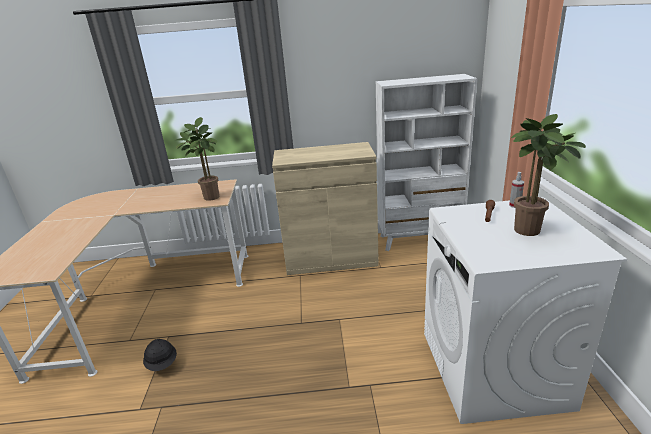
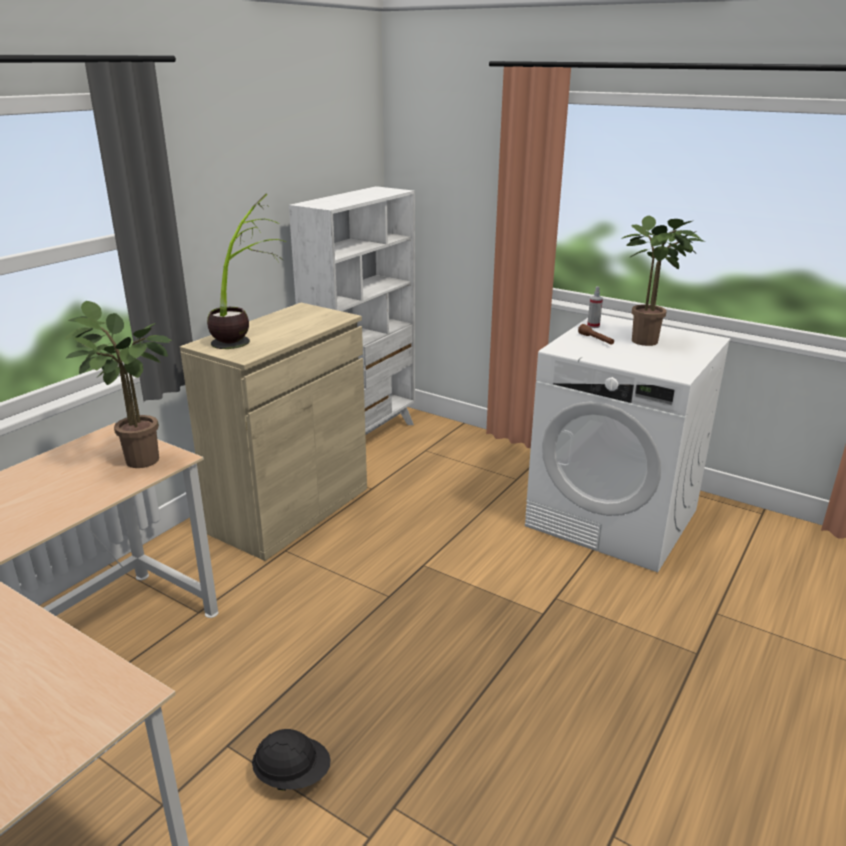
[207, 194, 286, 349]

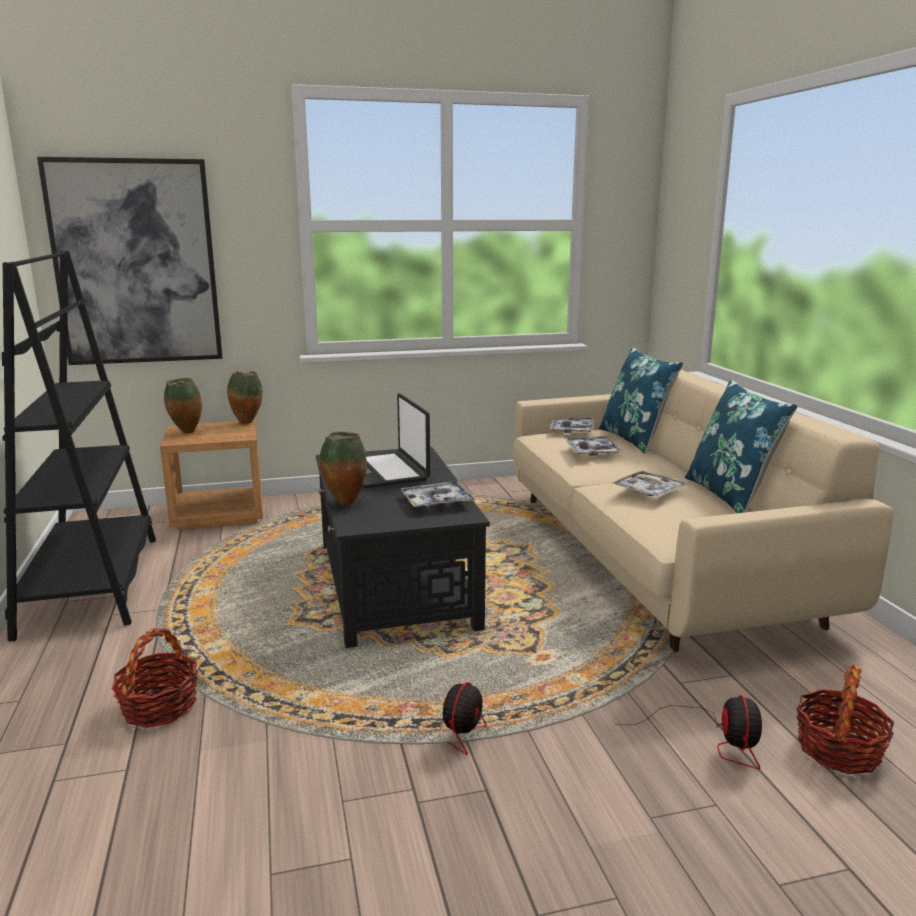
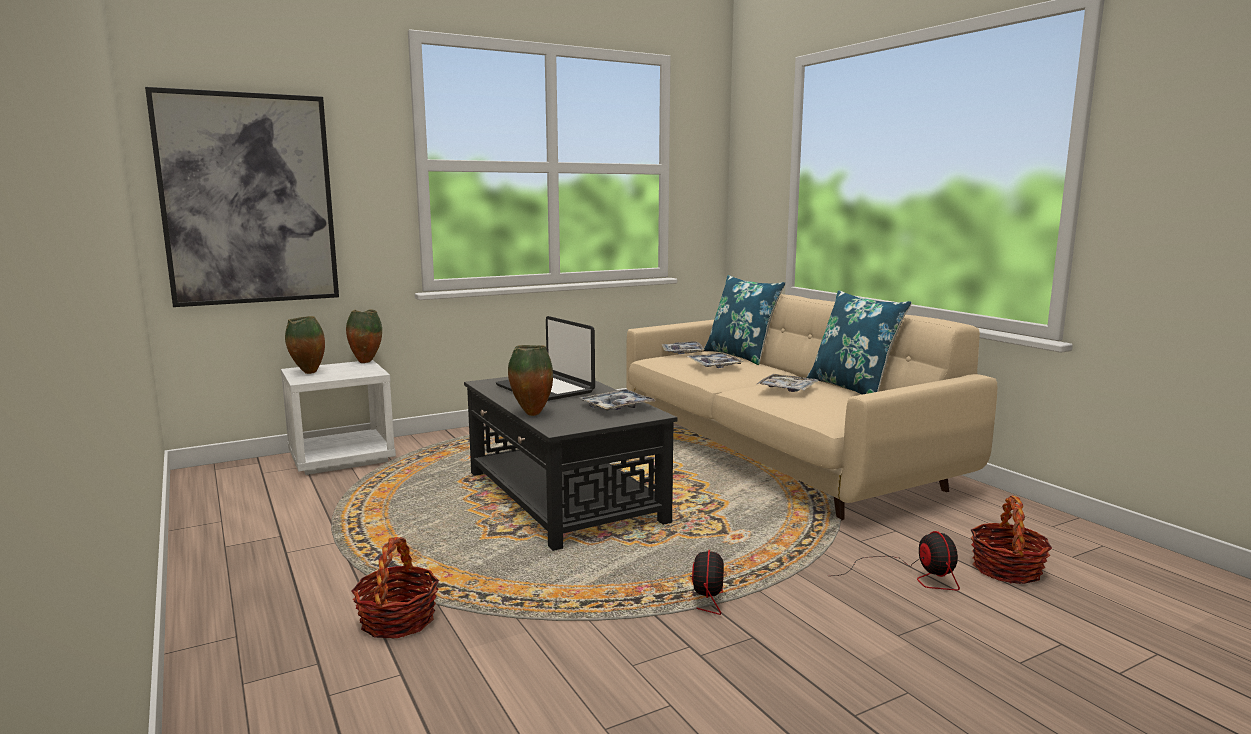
[281, 360, 396, 475]
[2, 251, 156, 641] (first image)

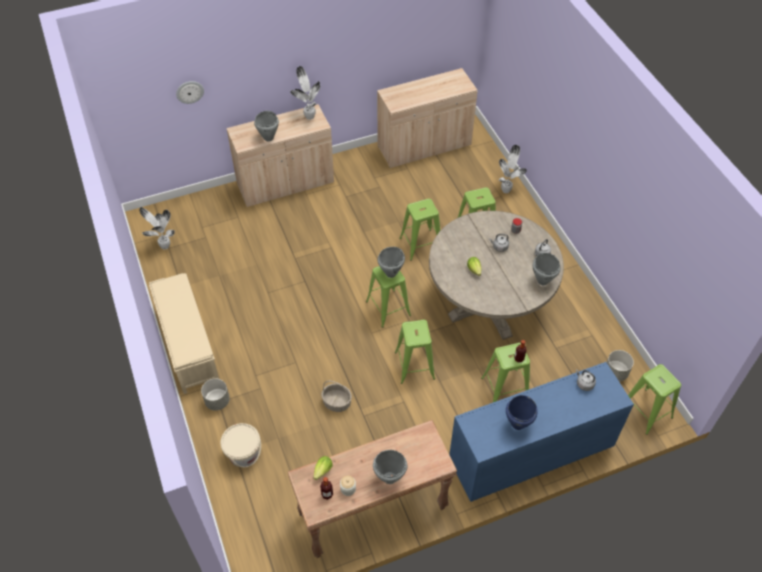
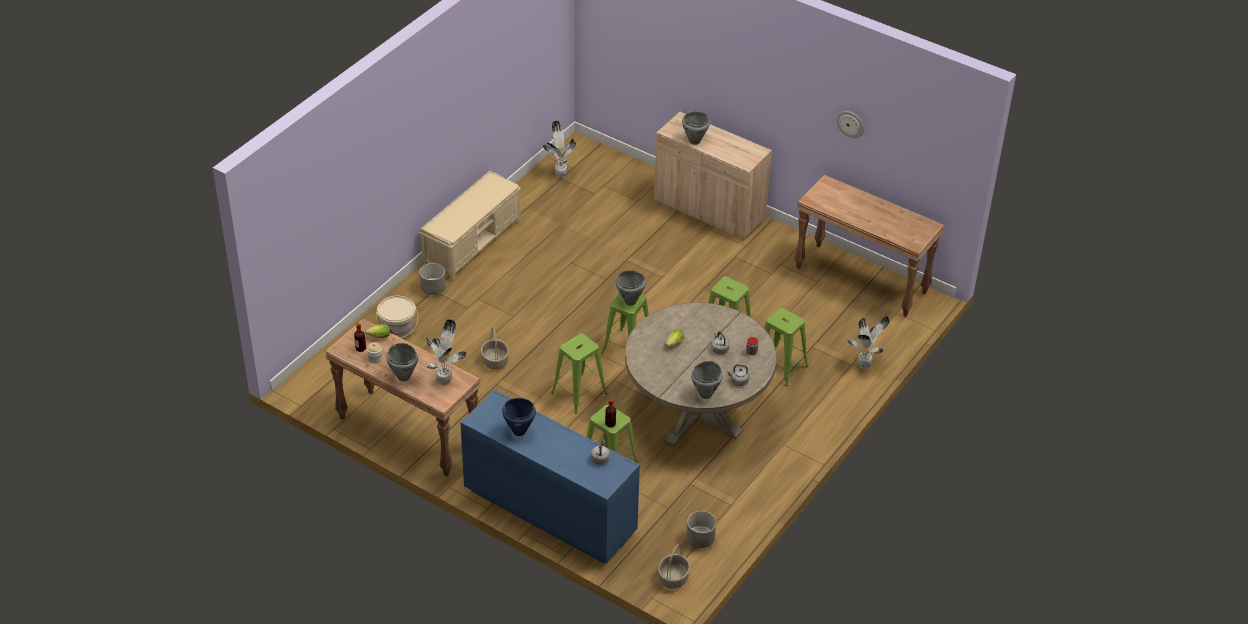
[426, 319, 466, 385]
[658, 544, 690, 589]
[794, 175, 944, 317]
[836, 111, 864, 138]

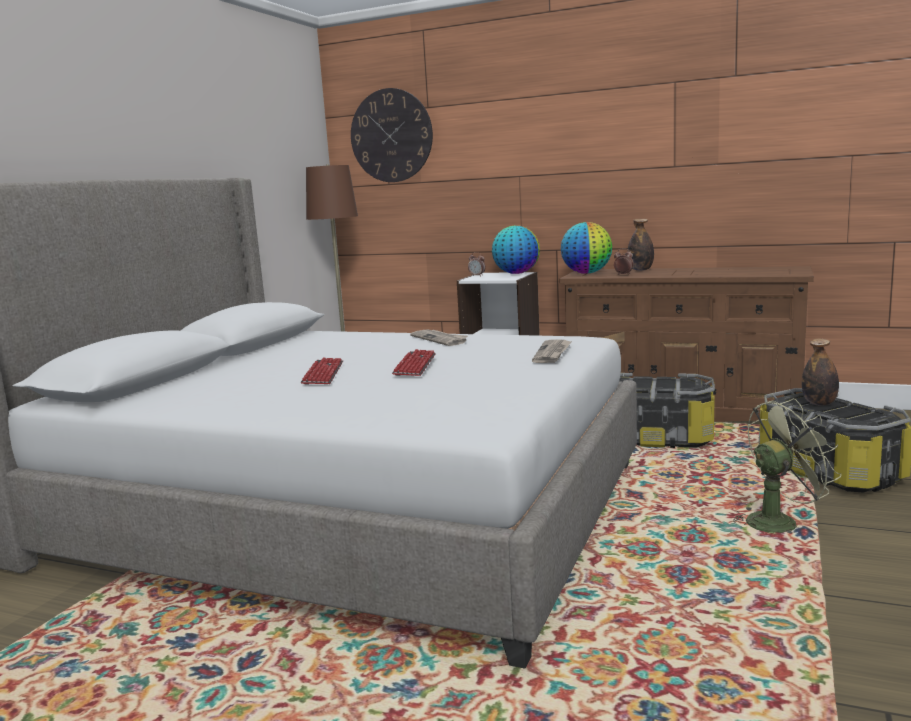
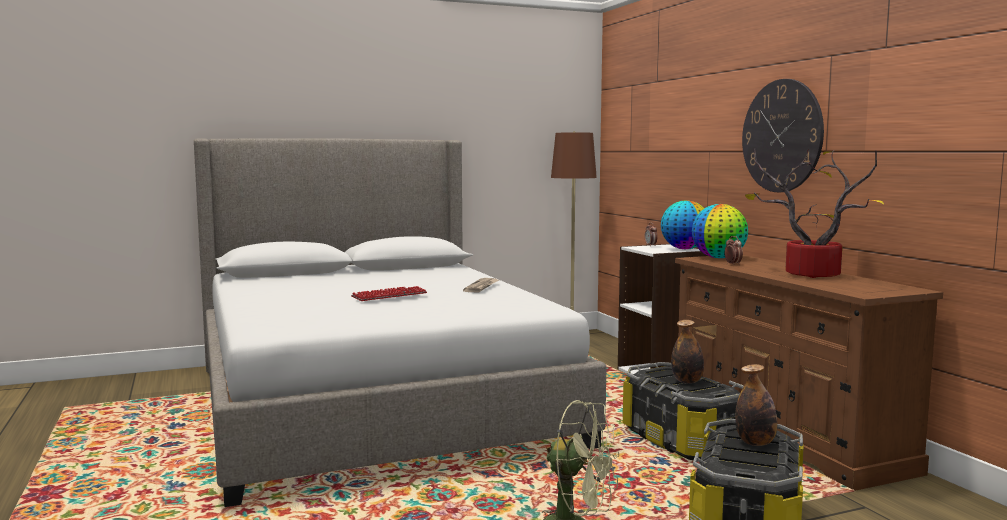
[671, 320, 704, 384]
[742, 79, 824, 192]
[745, 148, 884, 278]
[301, 357, 343, 385] (first image)
[532, 339, 572, 363] (first image)

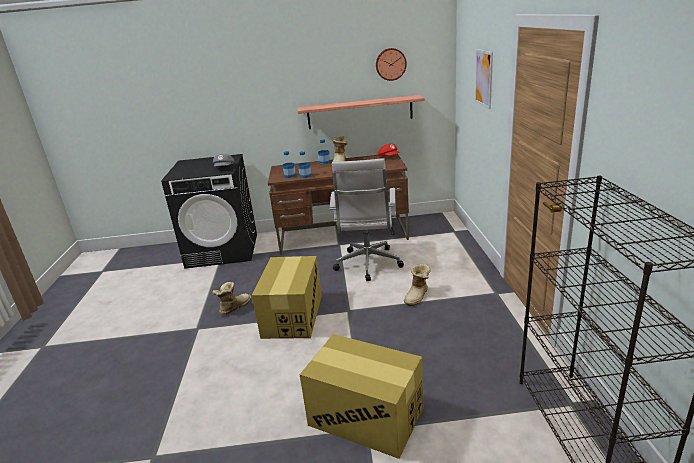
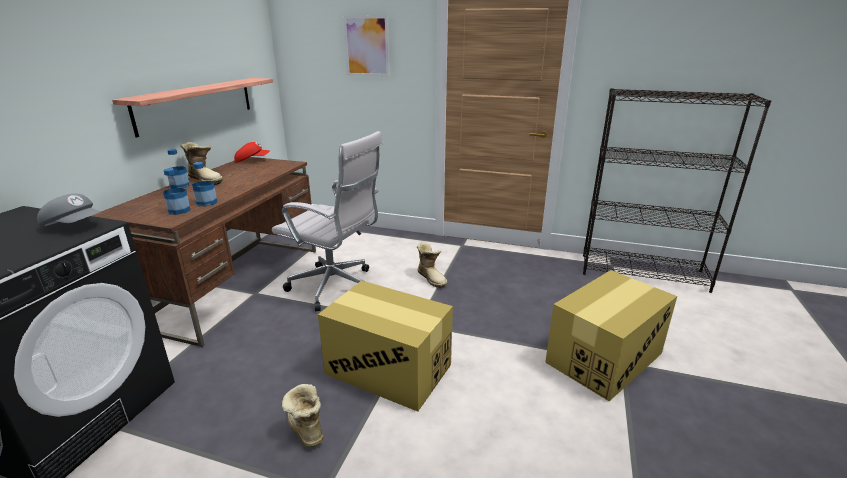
[376, 48, 407, 81] (first image)

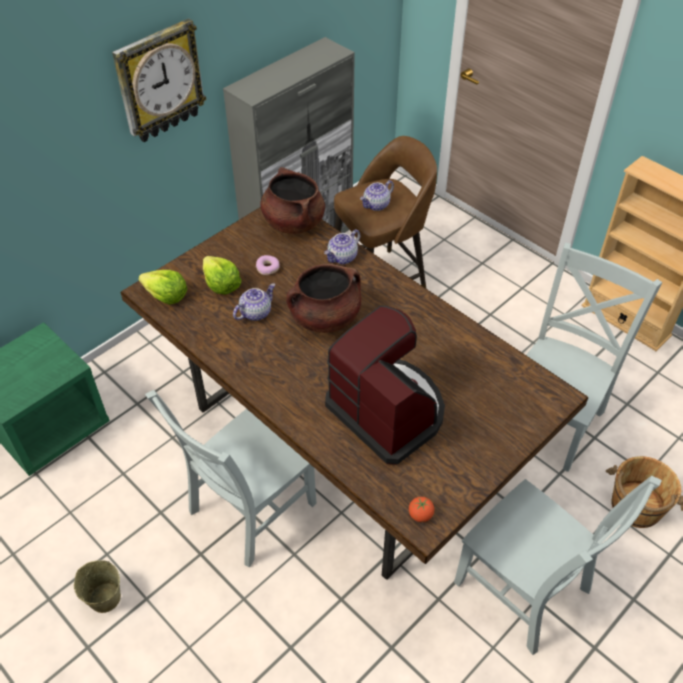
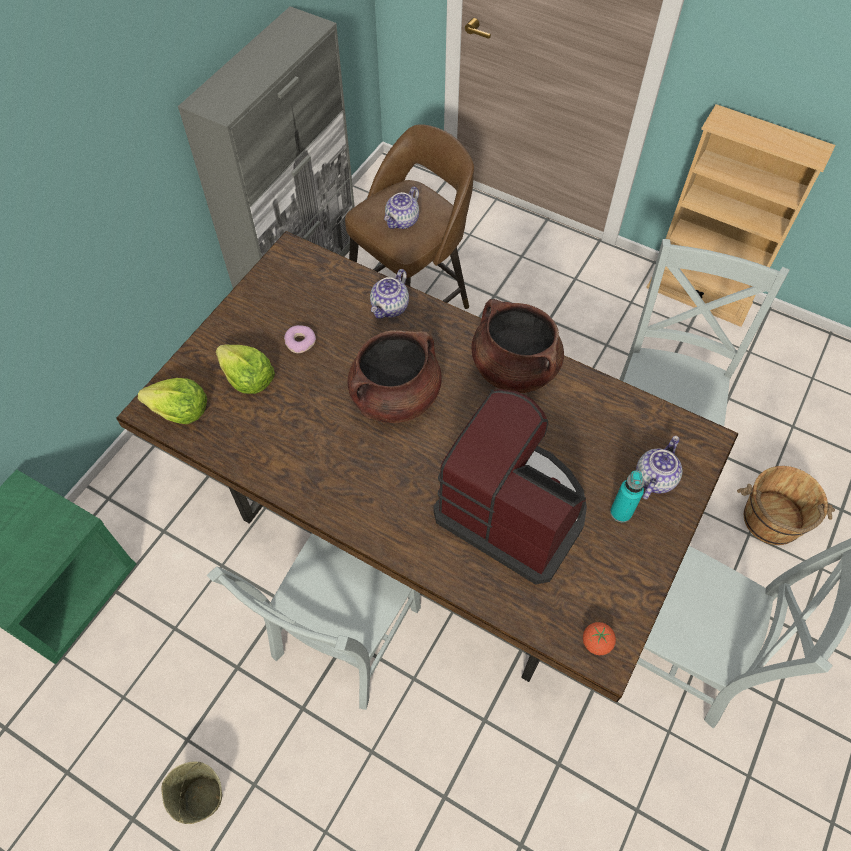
[471, 299, 564, 393]
[610, 470, 645, 522]
[636, 436, 683, 500]
[112, 18, 206, 142] (first image)

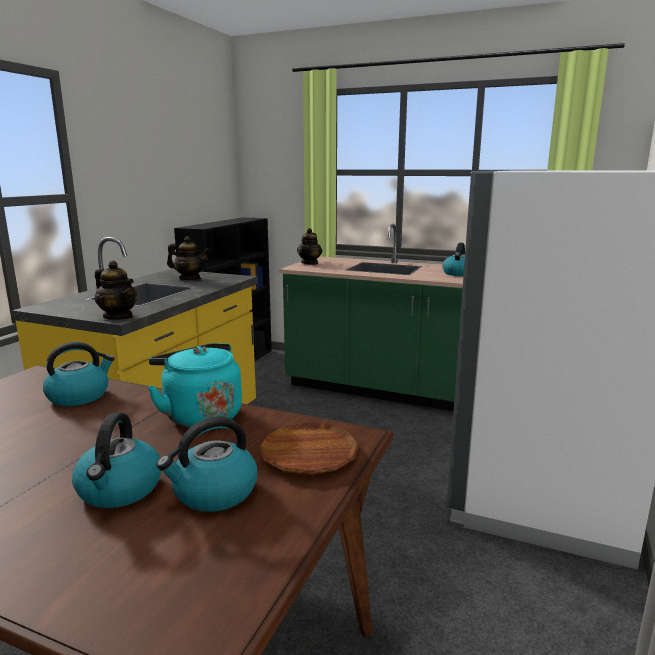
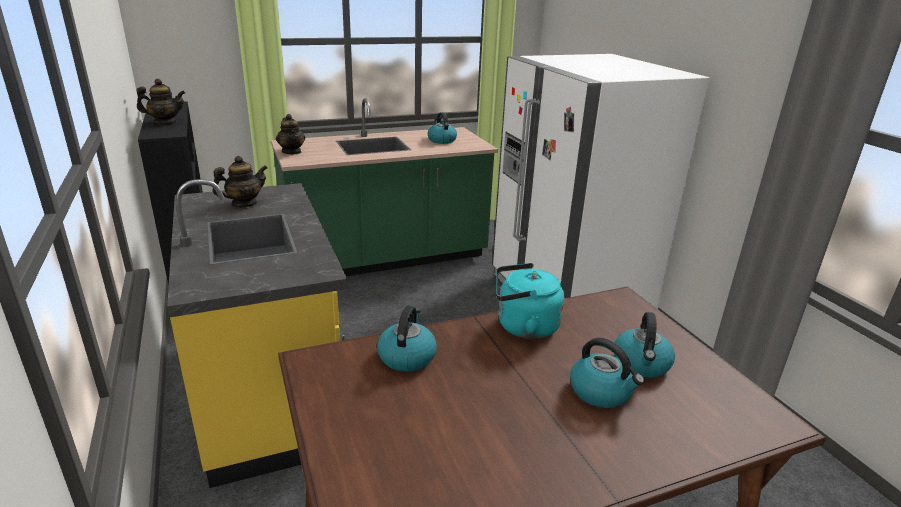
[136, 79, 185, 125]
[259, 423, 359, 475] (first image)

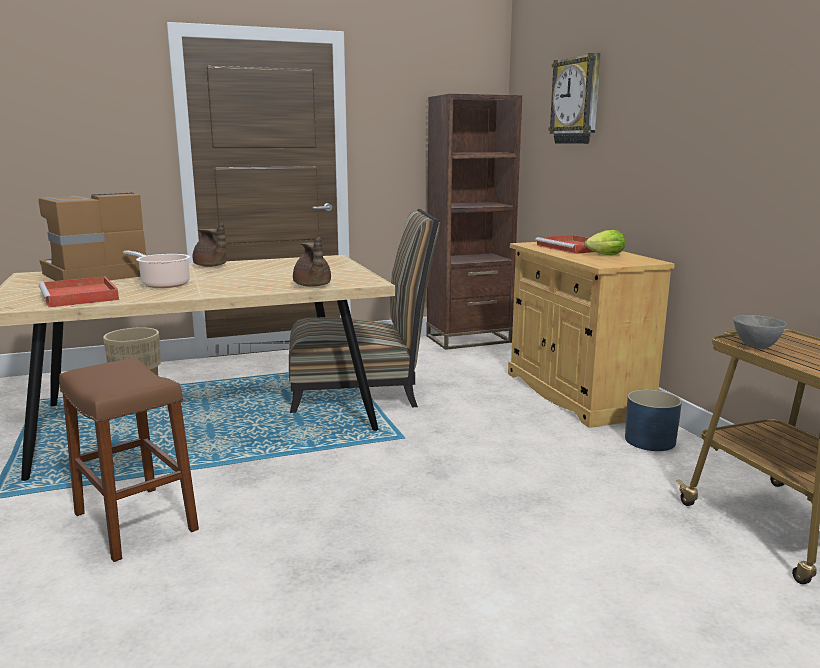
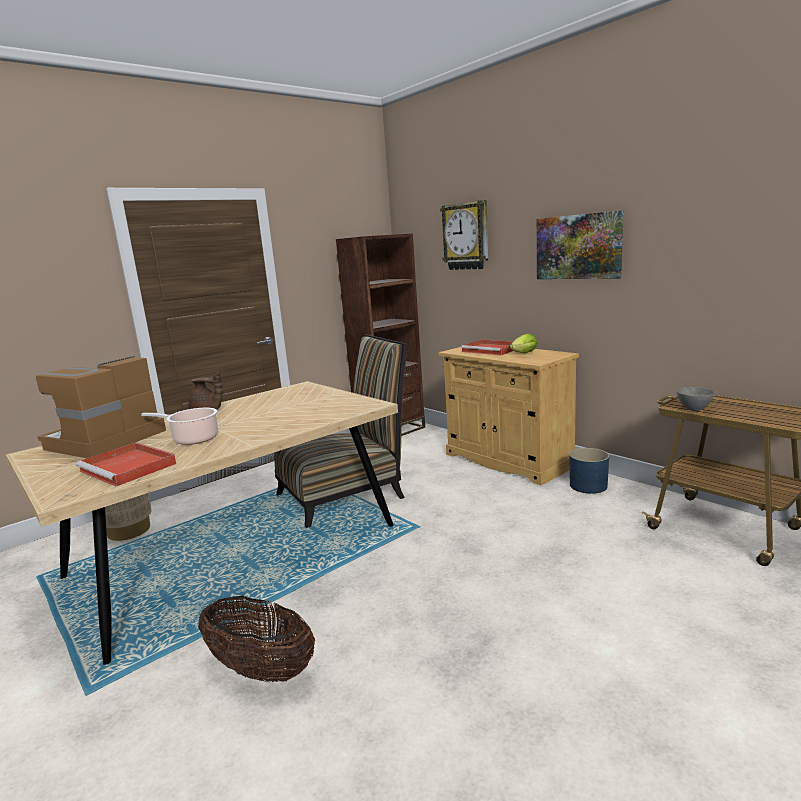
[198, 596, 315, 682]
[537, 210, 624, 279]
[293, 237, 331, 287] (first image)

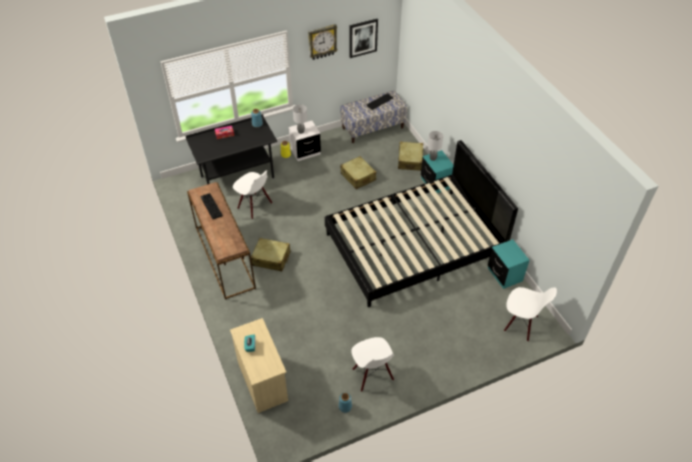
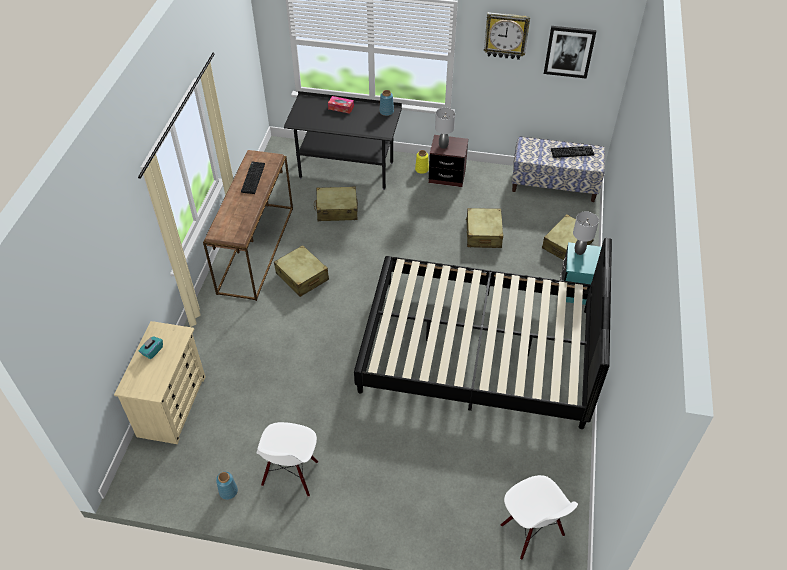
[314, 187, 358, 221]
[429, 135, 468, 187]
[488, 239, 530, 289] (first image)

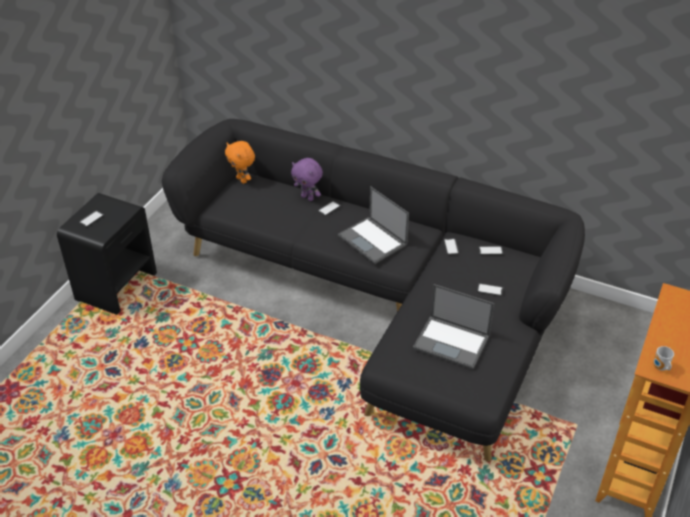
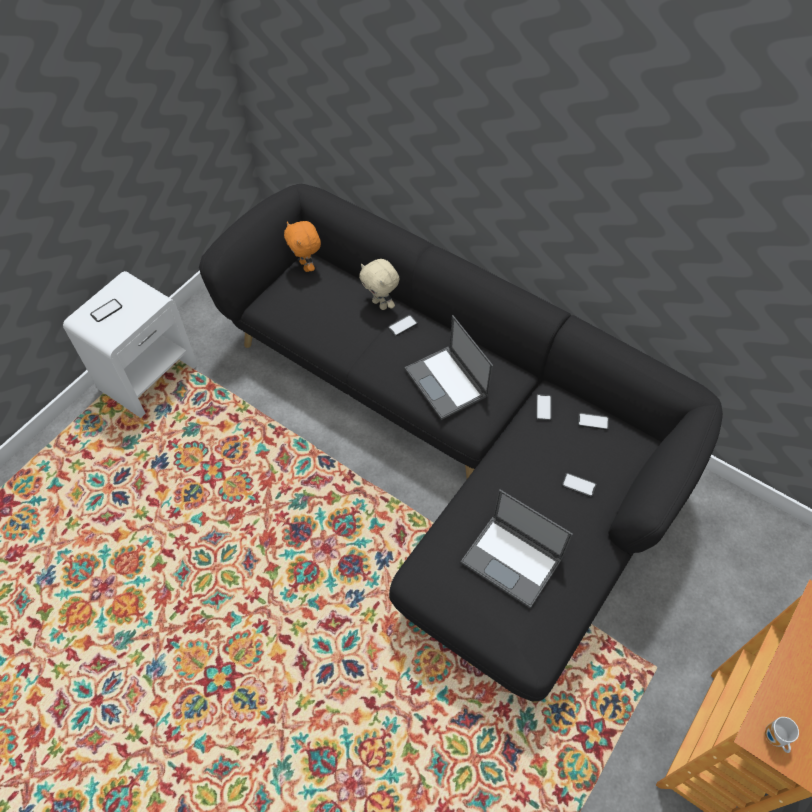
[63, 271, 198, 418]
[359, 259, 399, 310]

